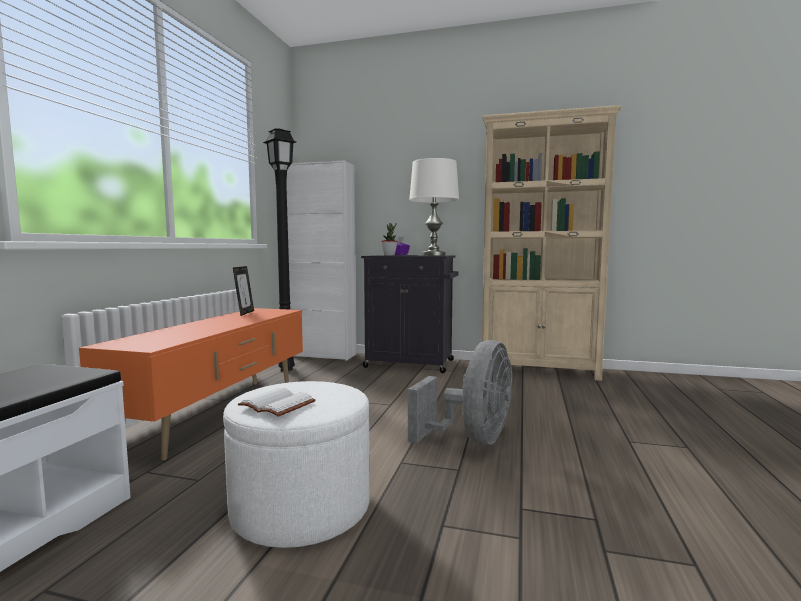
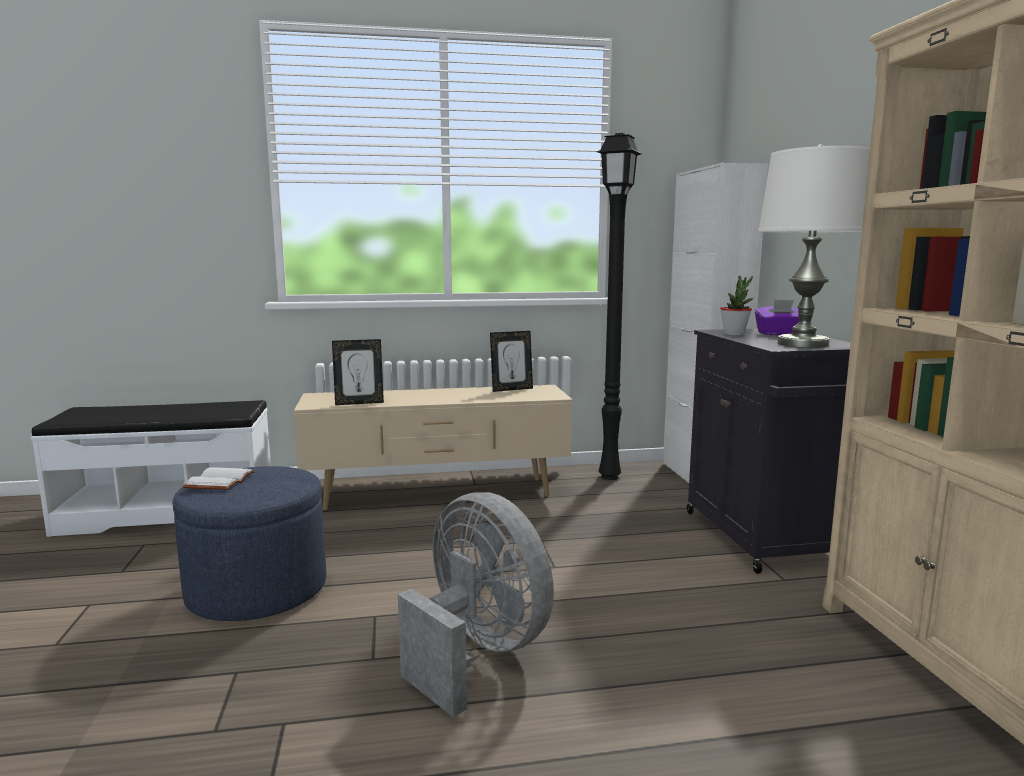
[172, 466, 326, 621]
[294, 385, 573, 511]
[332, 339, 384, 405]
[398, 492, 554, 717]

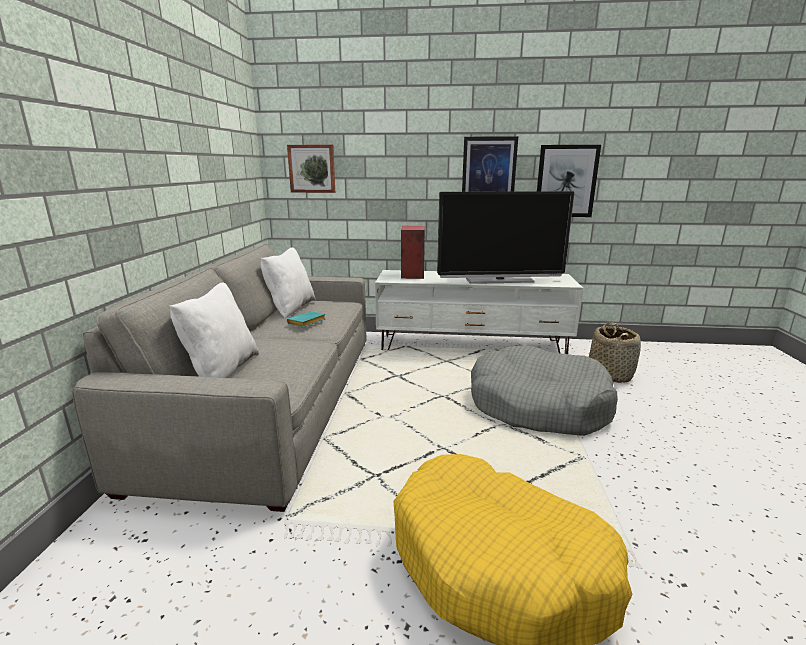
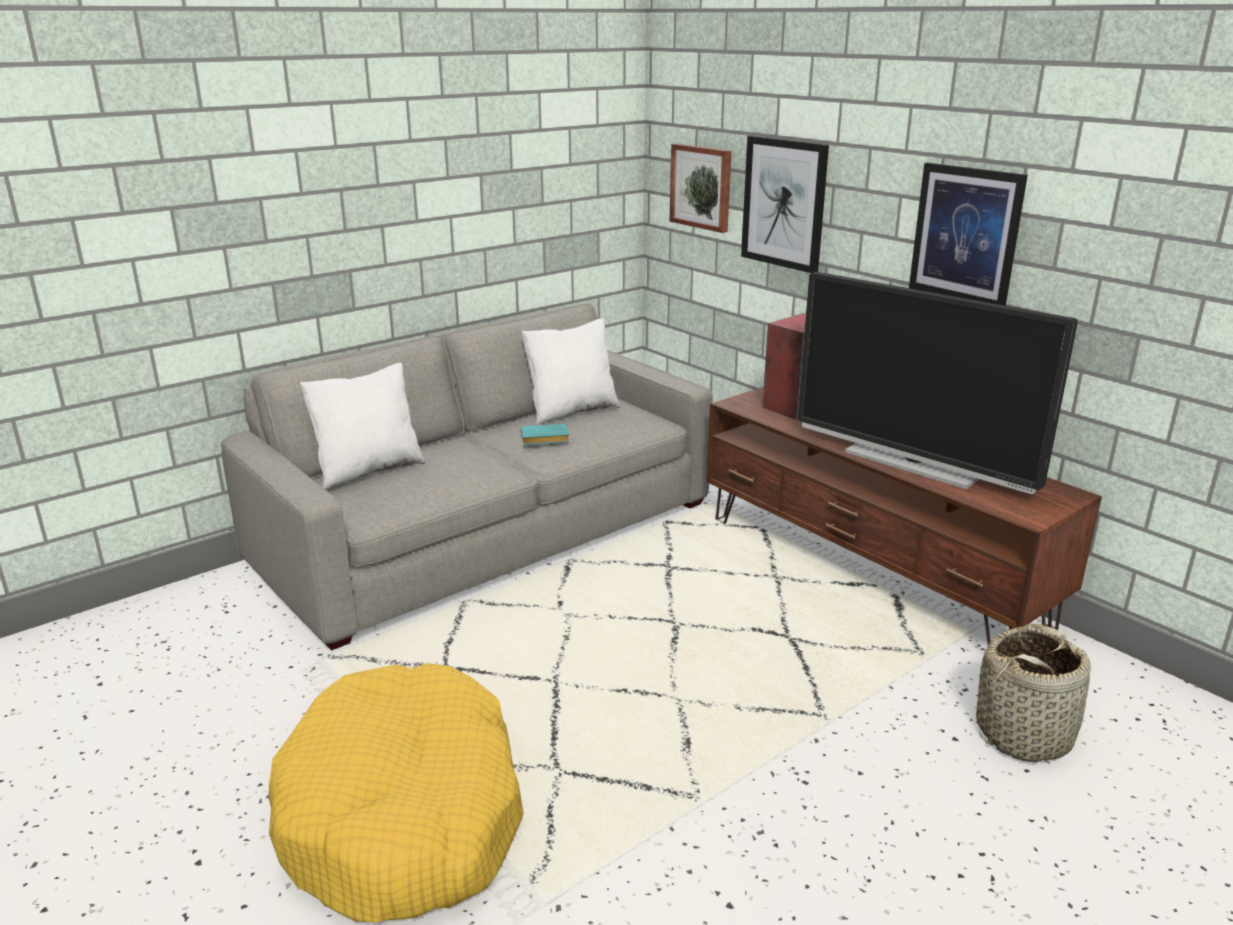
[707, 387, 1102, 645]
[741, 136, 829, 273]
[471, 345, 618, 436] (first image)

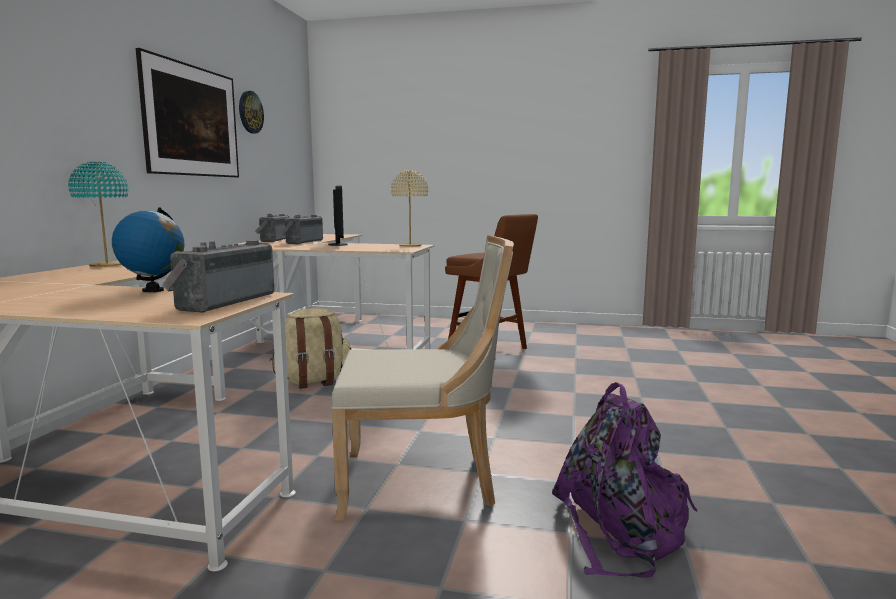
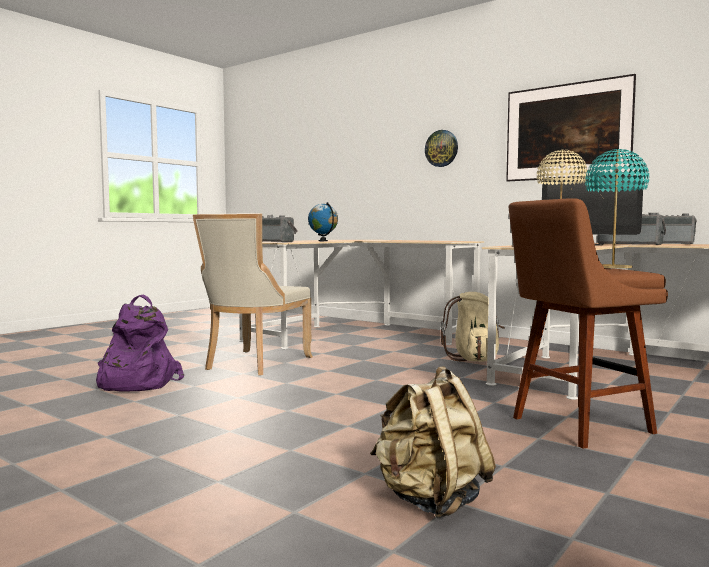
[370, 366, 496, 518]
[425, 130, 458, 167]
[585, 149, 649, 268]

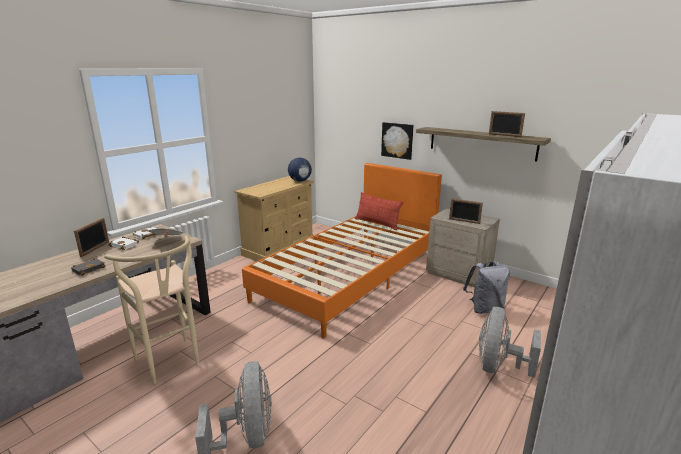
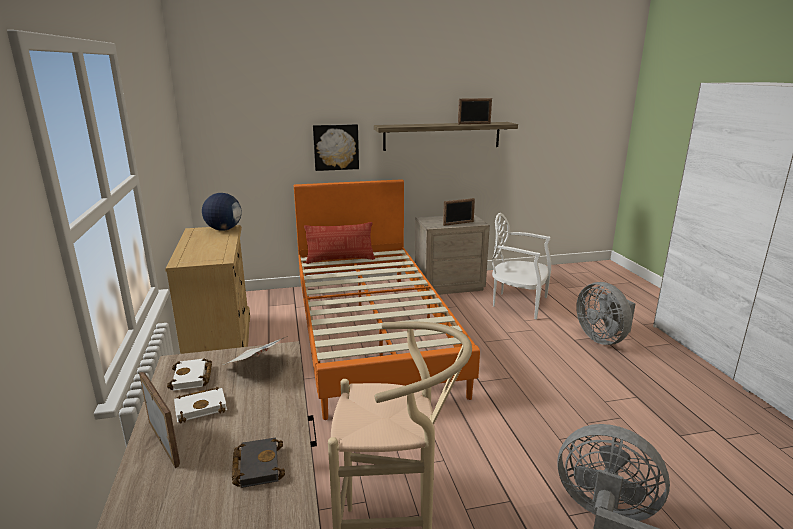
[492, 213, 551, 319]

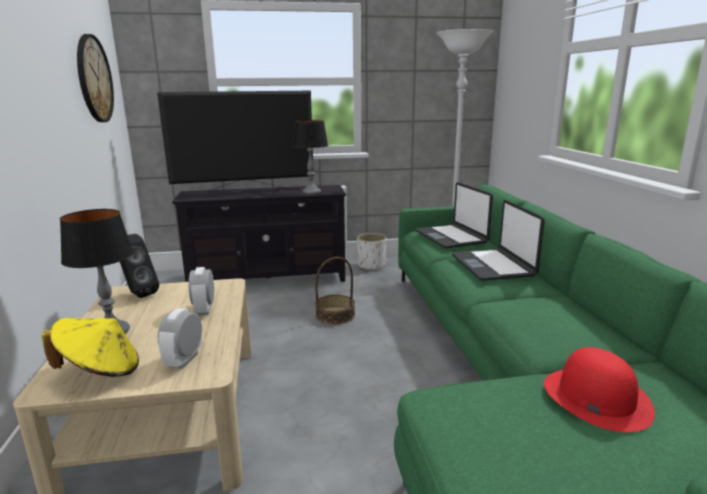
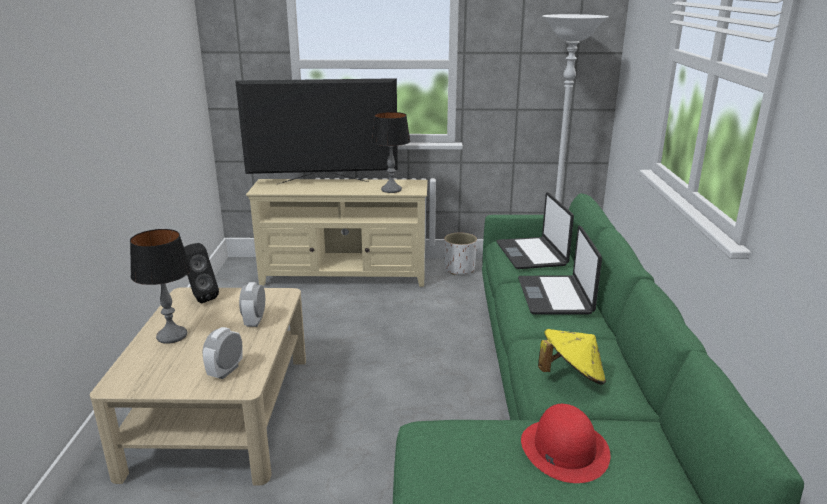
[246, 179, 428, 287]
[538, 329, 606, 385]
[77, 34, 114, 122] (first image)
[315, 257, 355, 324] (first image)

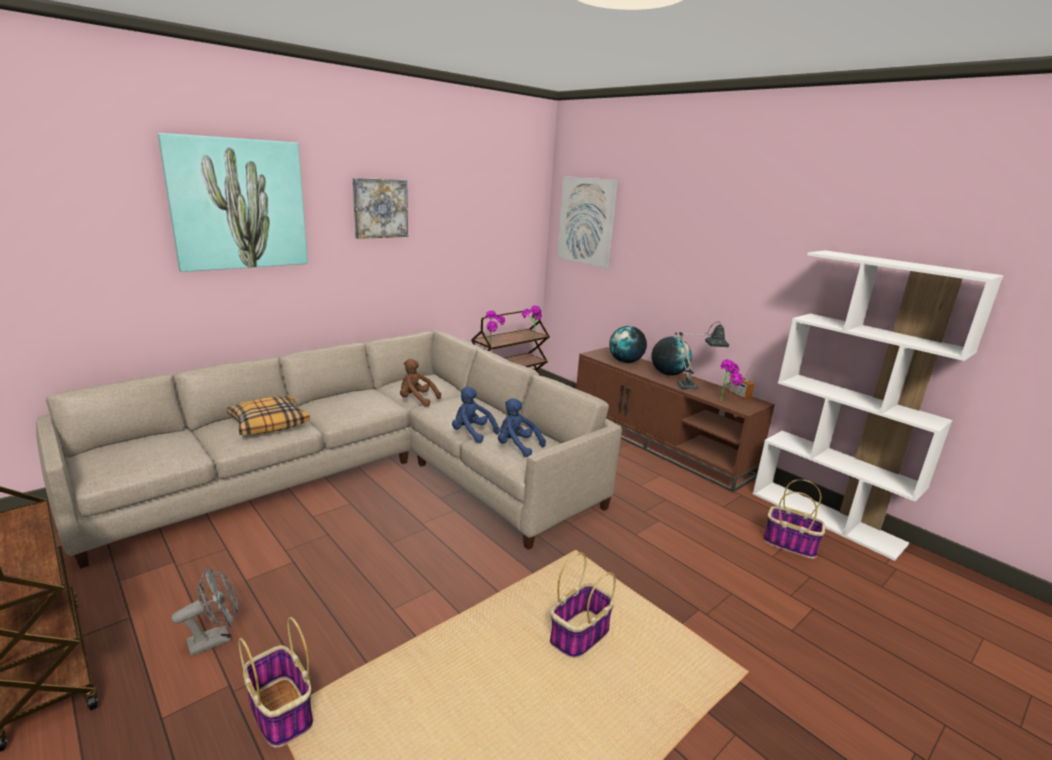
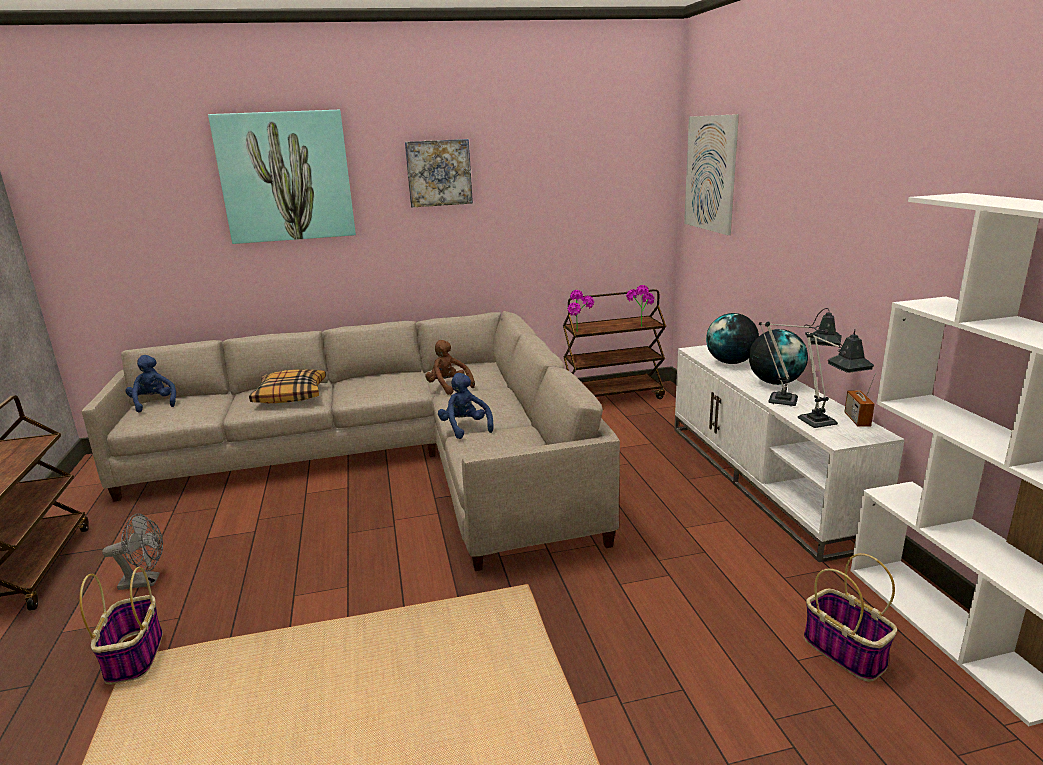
[126, 355, 176, 413]
[674, 345, 905, 562]
[798, 330, 874, 428]
[550, 553, 616, 658] (first image)

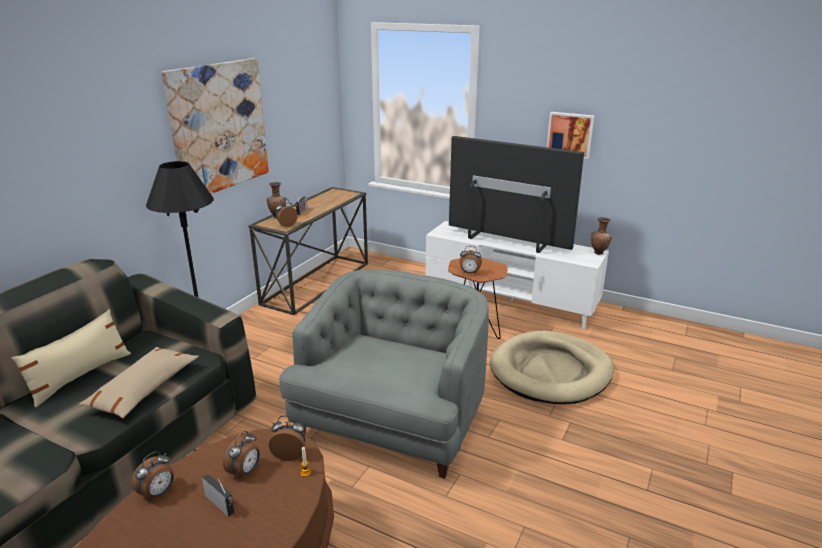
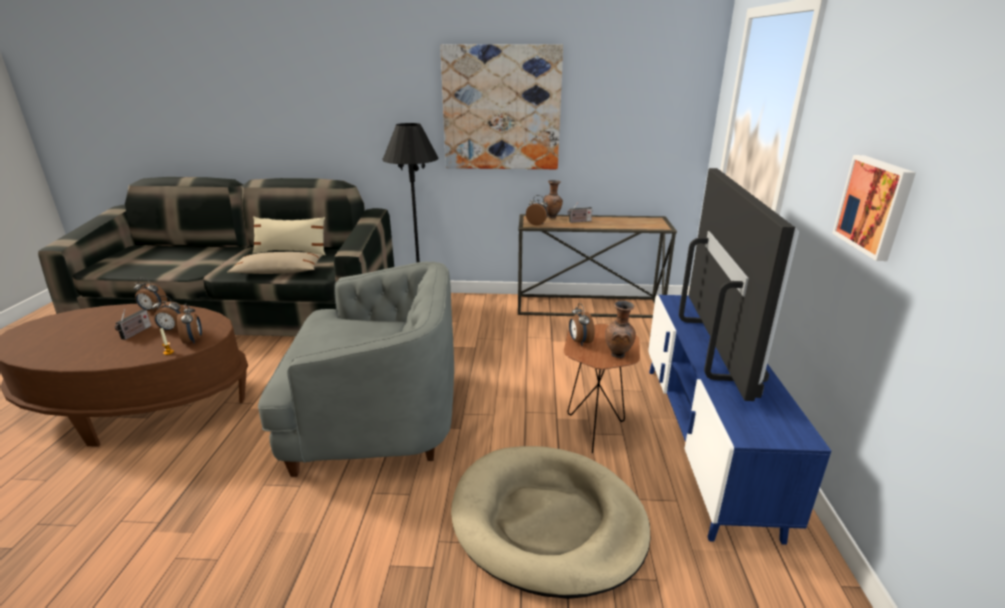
[605, 301, 636, 359]
[648, 295, 831, 545]

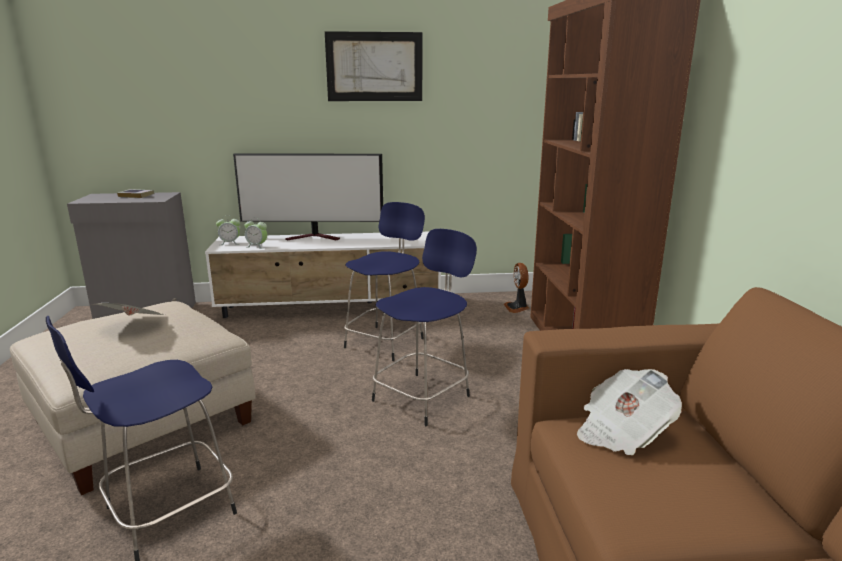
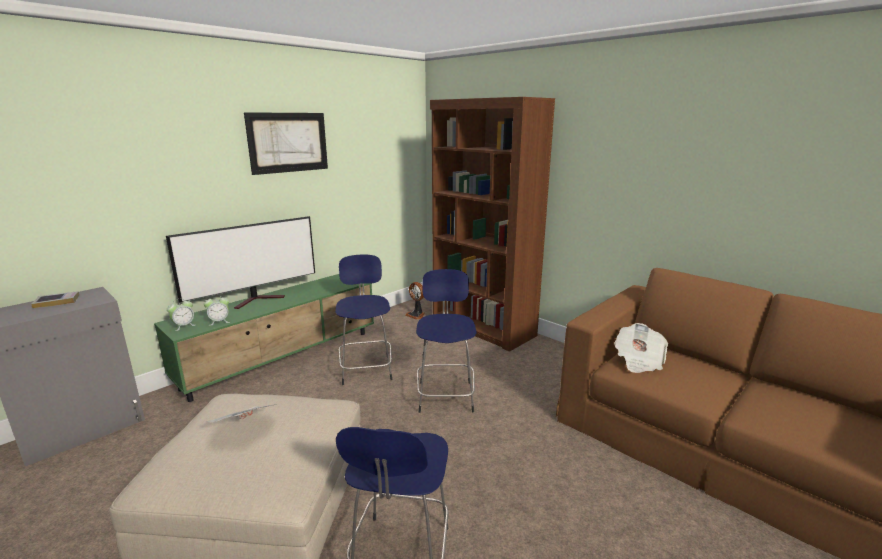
[154, 274, 374, 402]

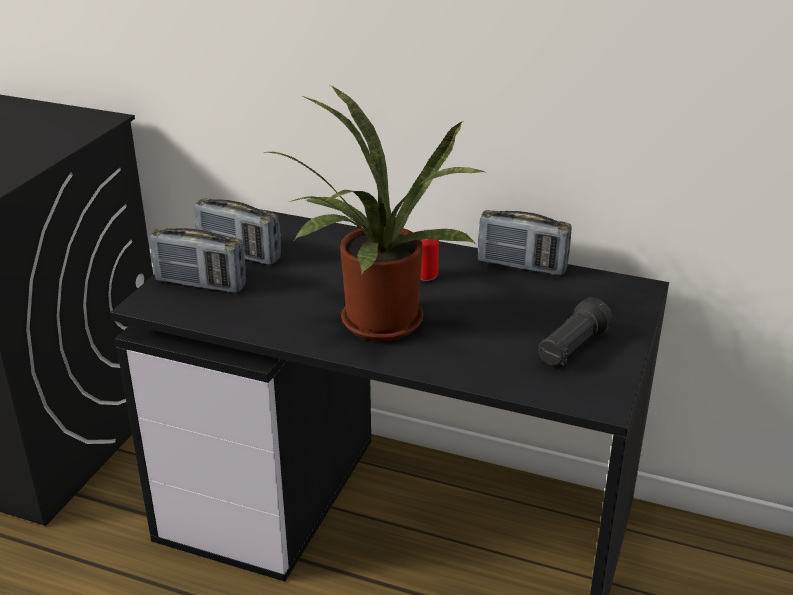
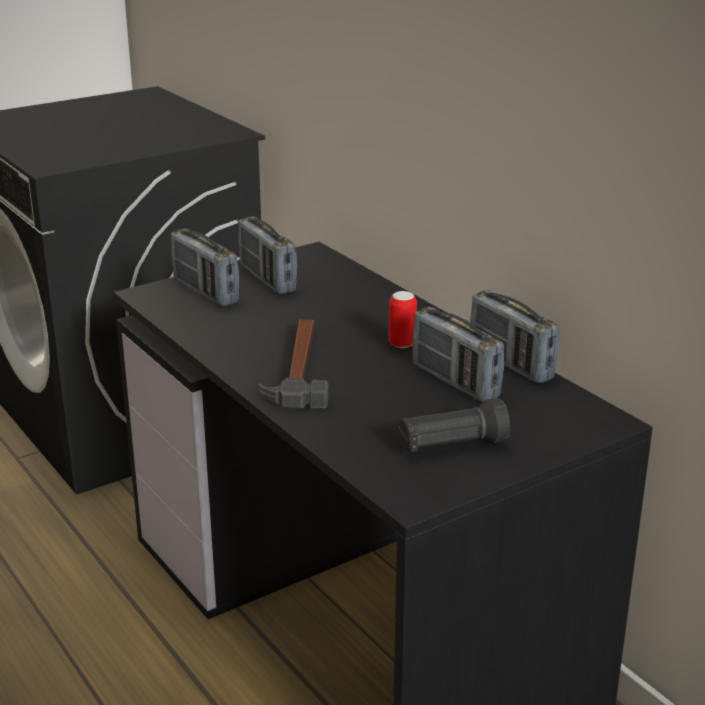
[259, 320, 329, 408]
[413, 307, 504, 402]

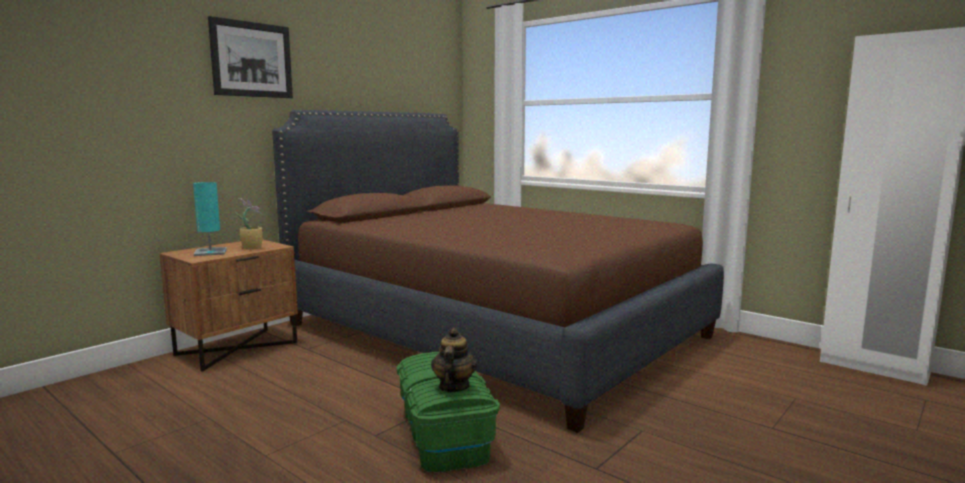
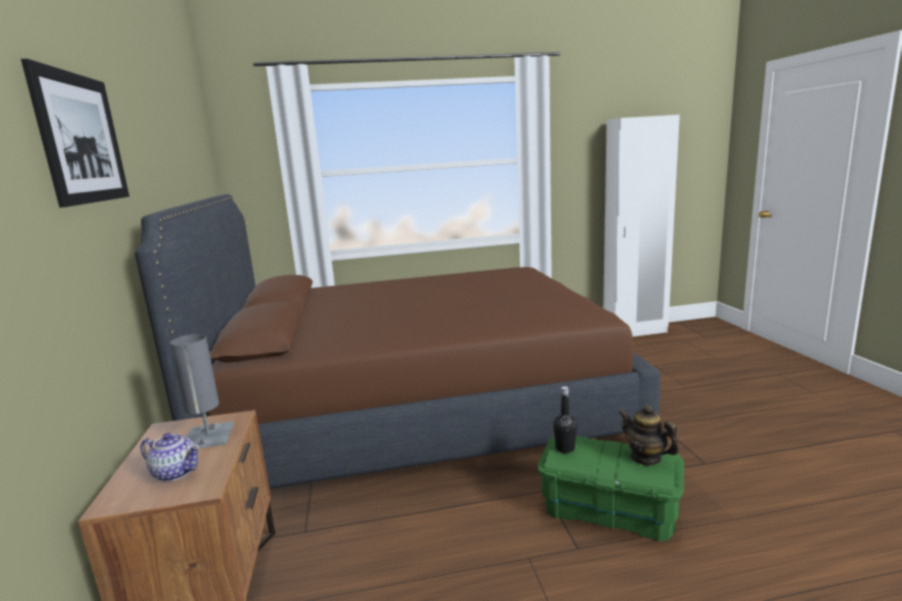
[140, 433, 200, 482]
[170, 334, 234, 448]
[553, 386, 577, 453]

